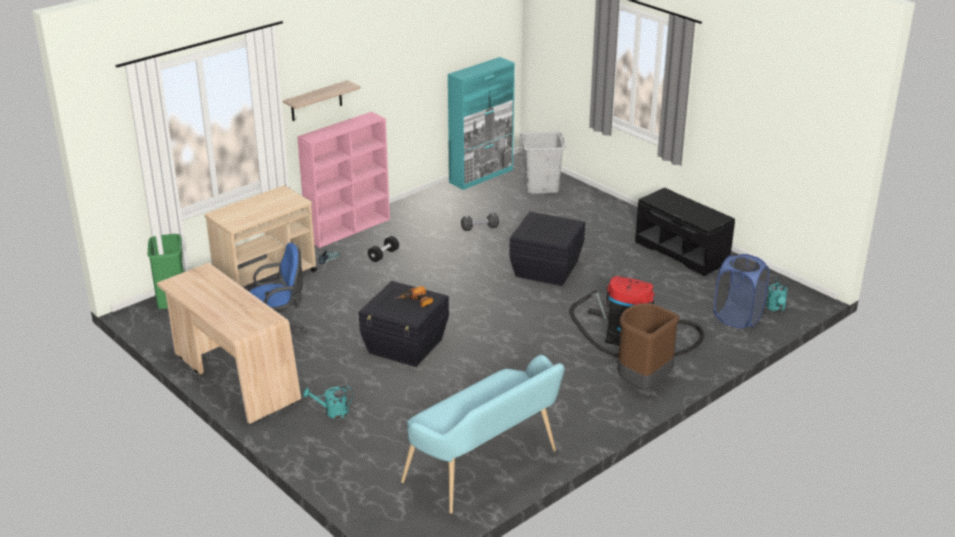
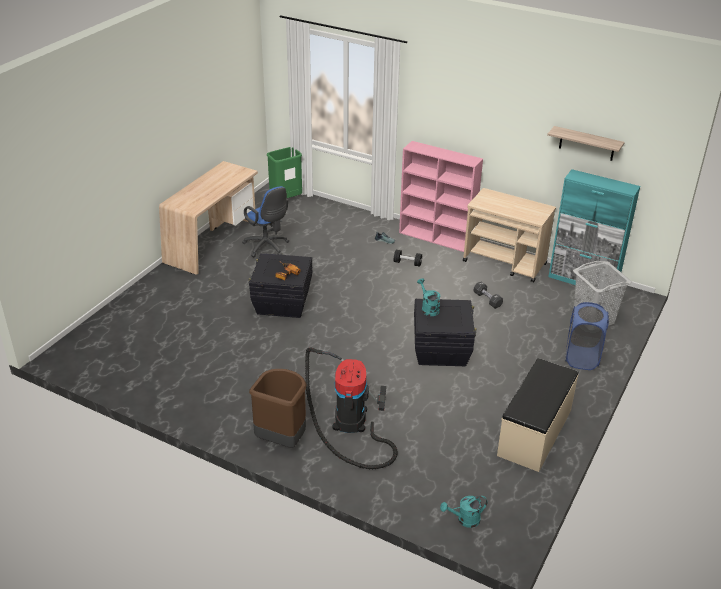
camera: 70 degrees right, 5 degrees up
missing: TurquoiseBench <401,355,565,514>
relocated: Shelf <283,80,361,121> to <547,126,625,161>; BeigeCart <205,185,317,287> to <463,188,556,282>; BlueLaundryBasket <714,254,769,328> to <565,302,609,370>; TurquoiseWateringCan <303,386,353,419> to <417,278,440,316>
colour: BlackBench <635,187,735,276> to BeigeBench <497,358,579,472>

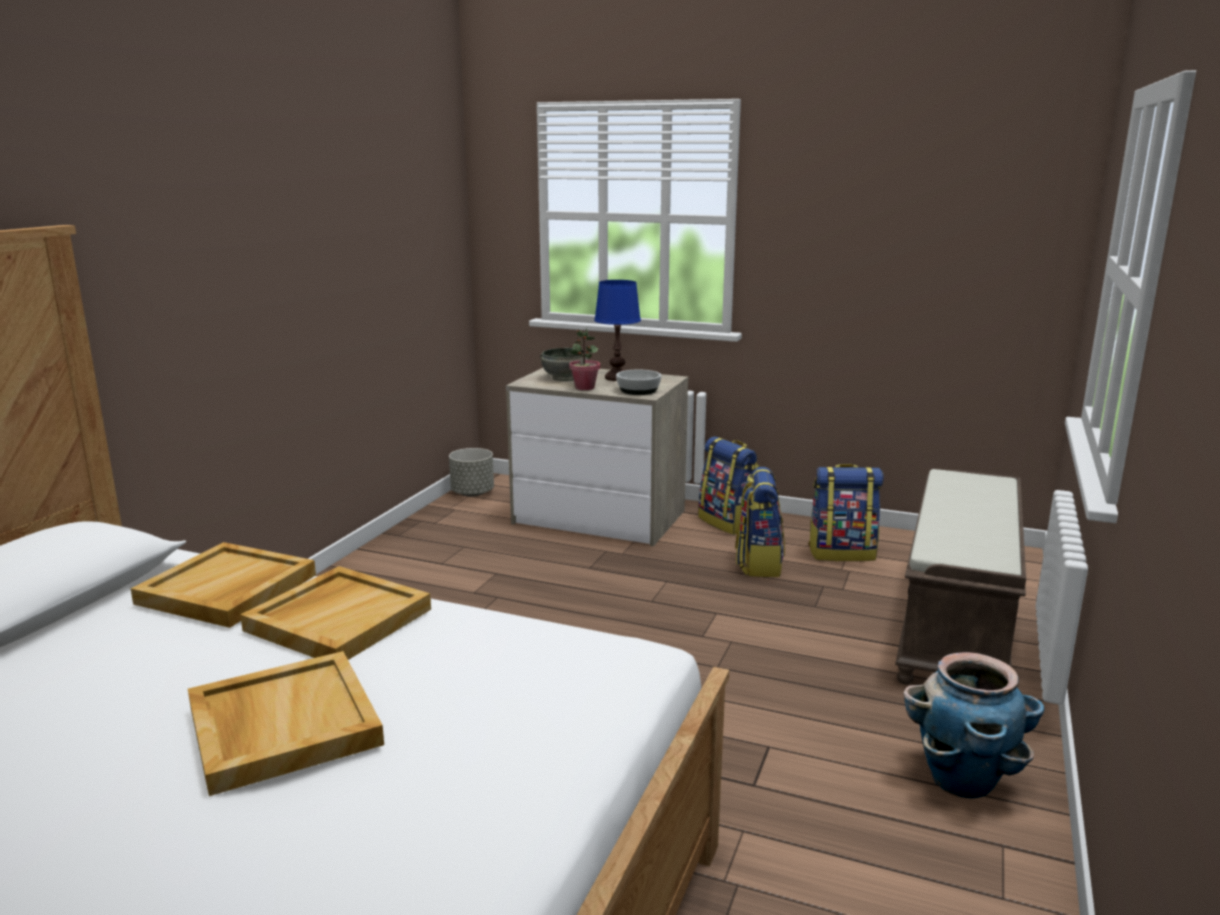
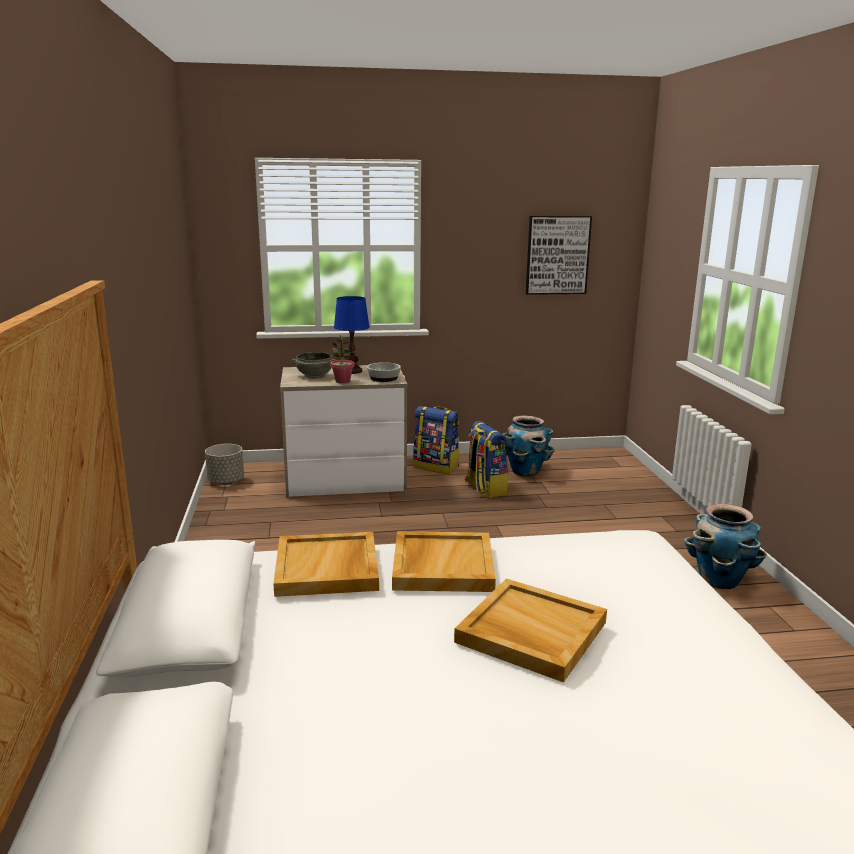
camera: 30 degrees left, 0 degrees up
missing: BrownBench <895,469,1026,685>
appeared: Picture <526,216,592,295>
exchanged: Backpack <808,464,884,561> to Planter <501,415,555,477>

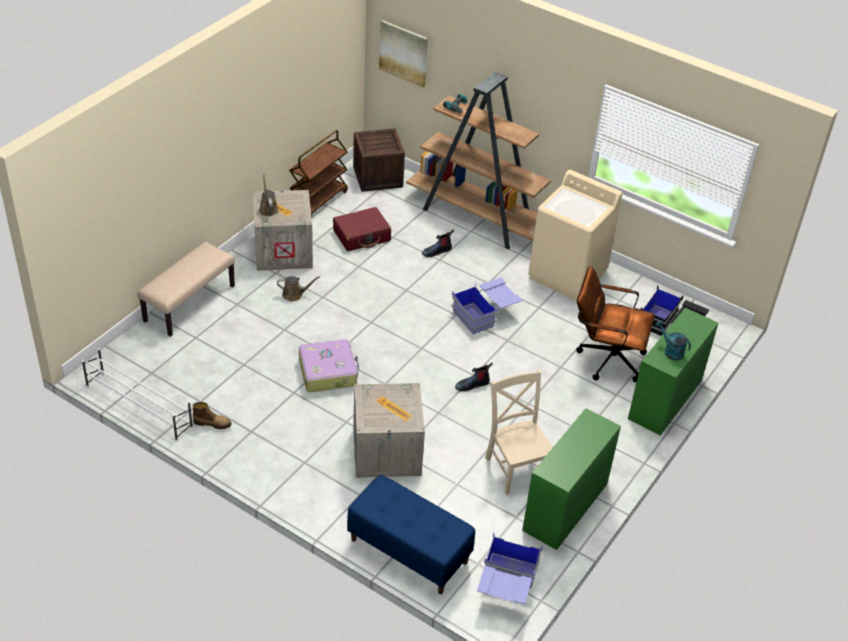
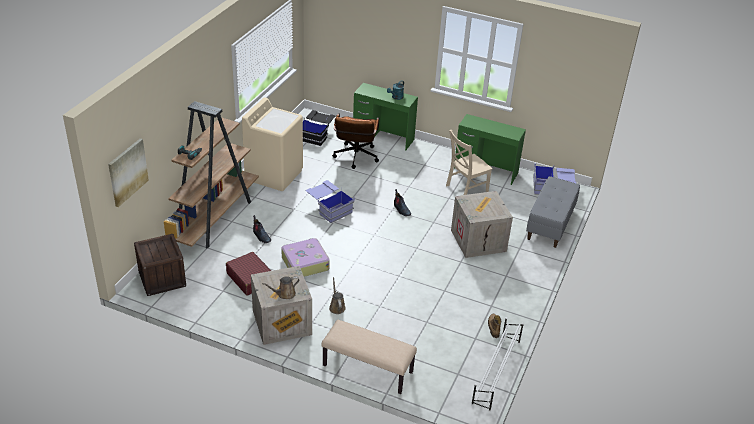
camera: 100 degrees left, 5 degrees down
missing: BrownCart <289,130,348,217>
relocated: Suitcase <299,339,359,392> to <281,238,330,277>
colour: BlueBench <347,475,475,594> to GreyBench <526,176,580,248>

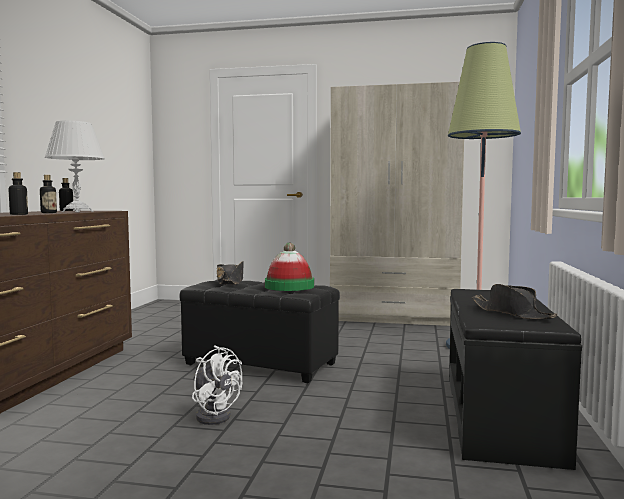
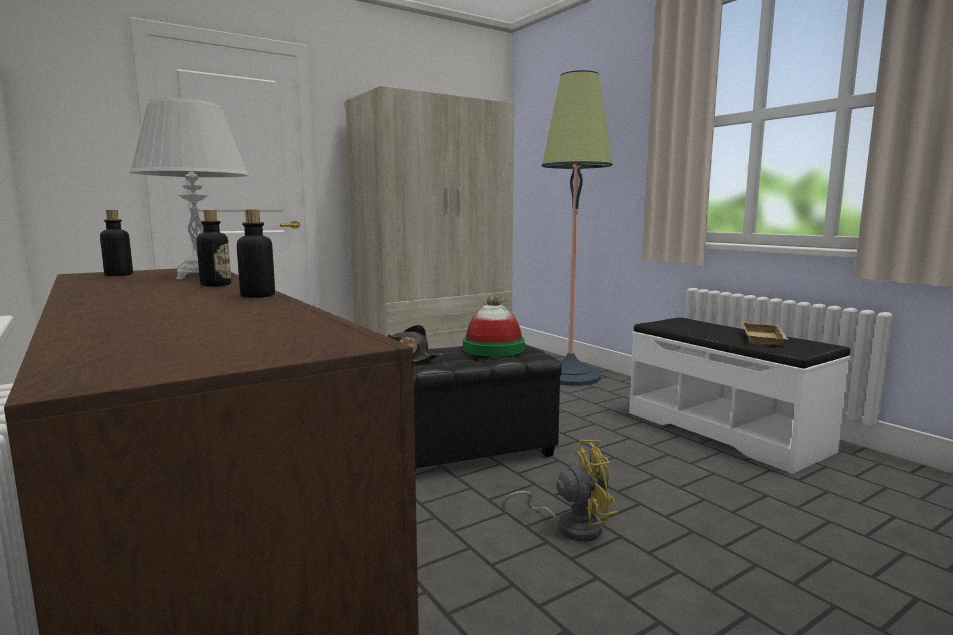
camera: 45 degrees left, 5 degrees up
exchanged: BlackHat <472,284,558,320> to BeigeTray <742,322,789,345>
colour: BlackBench <449,289,582,470> to WhiteBench <629,317,851,474>; WhiteFan <192,346,242,425> to YellowFan <503,439,618,542>

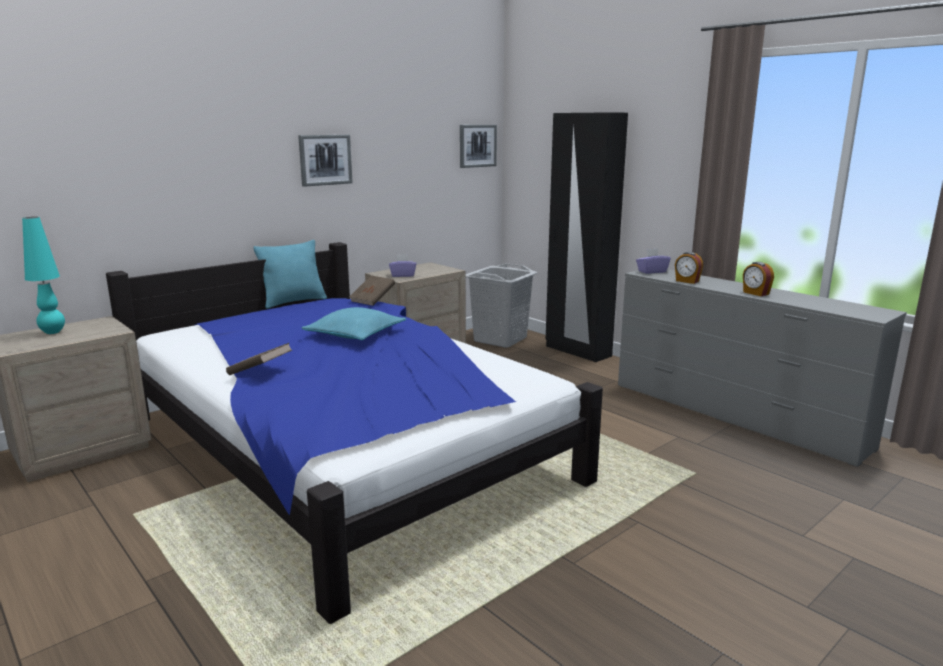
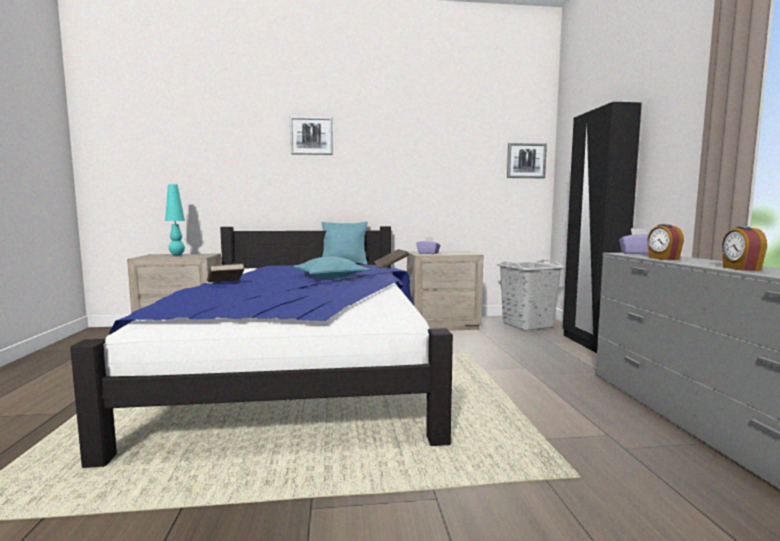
camera: 35 degrees right, 10 degrees down
relocated: Picture <298,135,352,187> to <290,116,333,155>

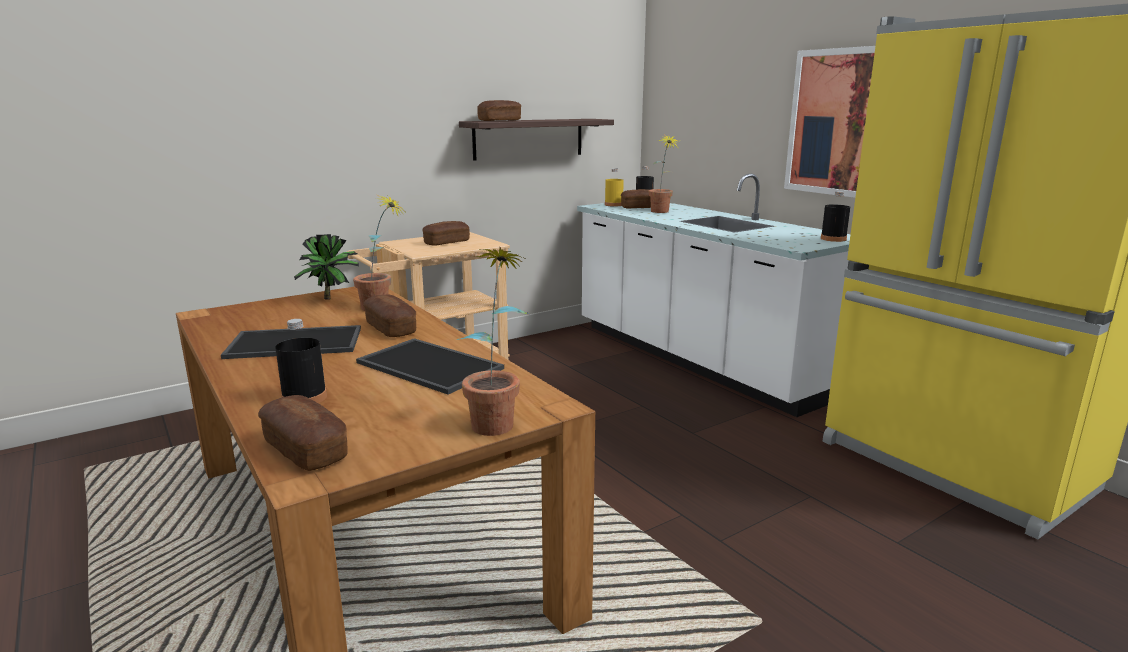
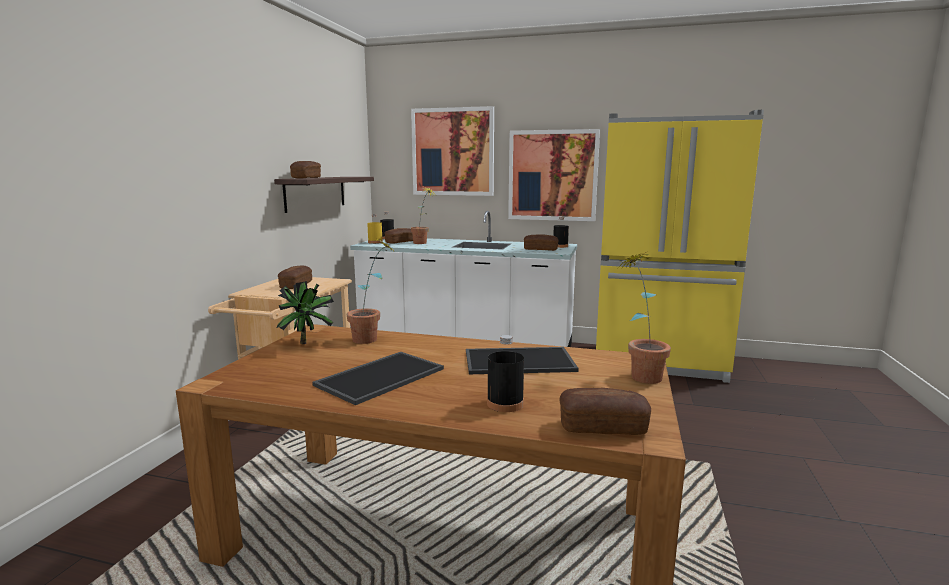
camera: 40 degrees left, 5 degrees down
appeared: Picture <411,106,494,196>
relocated: Bread <363,294,416,337> to <524,234,559,251>

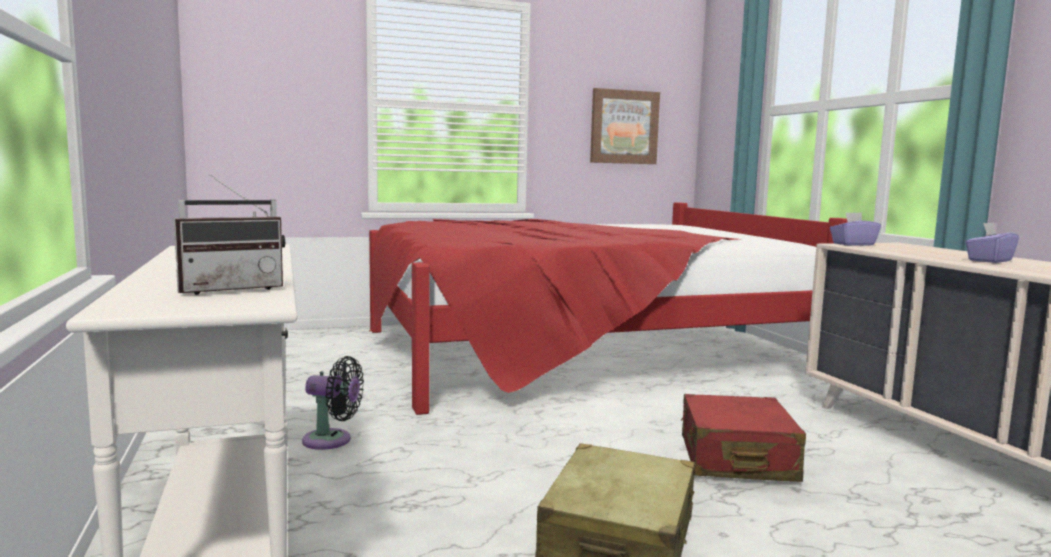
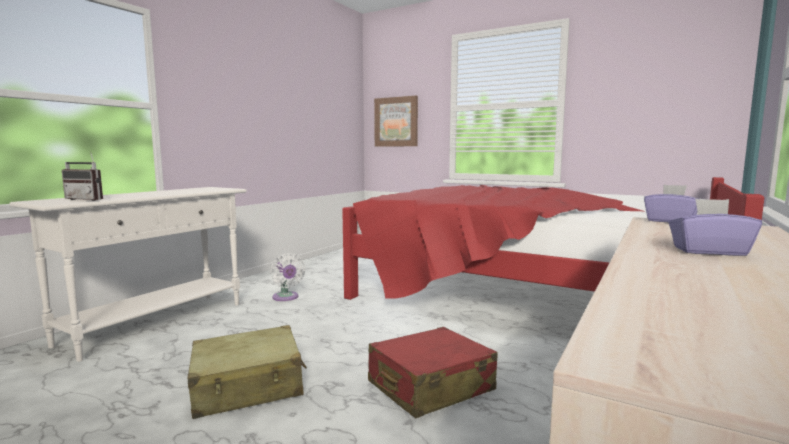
camera: 50 degrees right, 0 degrees up
relocated: Picture <590,88,660,164> to <374,96,418,147>
colour: BlackFan <302,356,364,450> to WhiteFan <270,253,305,301>

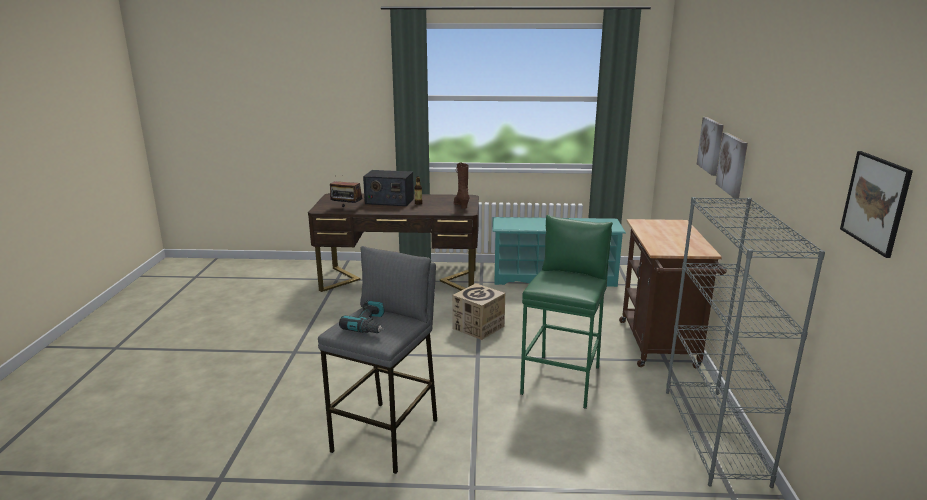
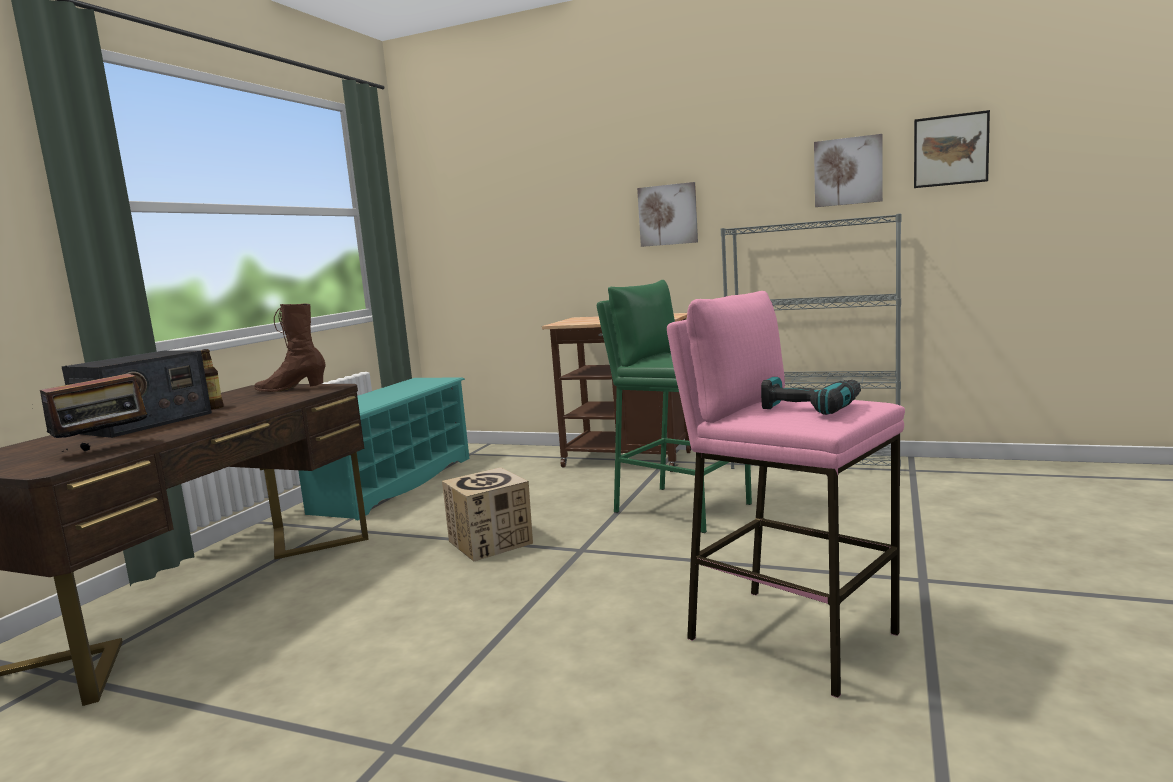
camera: 70 degrees left, 10 degrees down
relocated: Picture <697,117,724,176> to <814,134,883,207>
colour: GreyStool <318,246,437,474> to PinkStool <667,291,905,698>

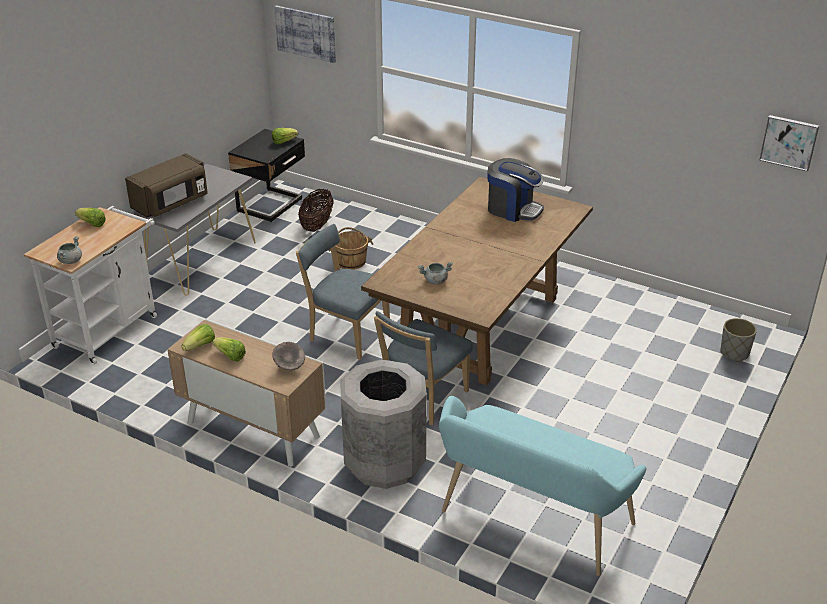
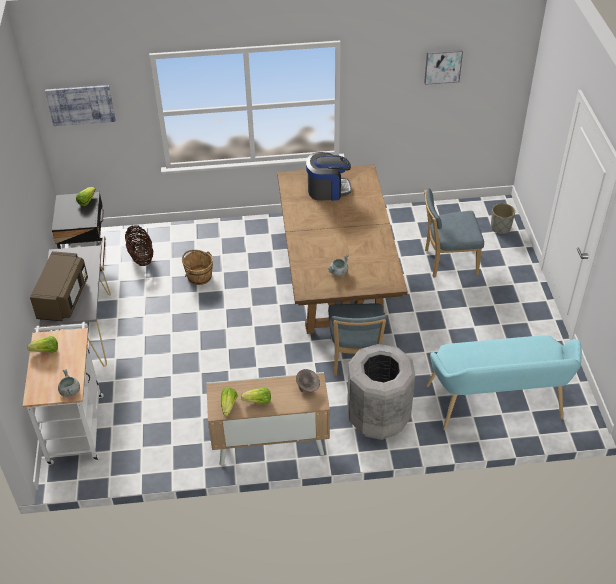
camera: 35 degrees left, 10 degrees up
relocated: Picture <759,115,819,172> to <424,49,463,85>; BlueChair <296,224,390,360> to <424,188,484,278>

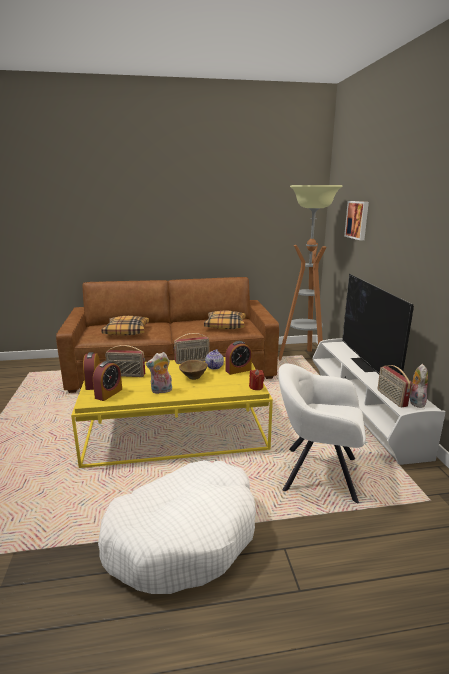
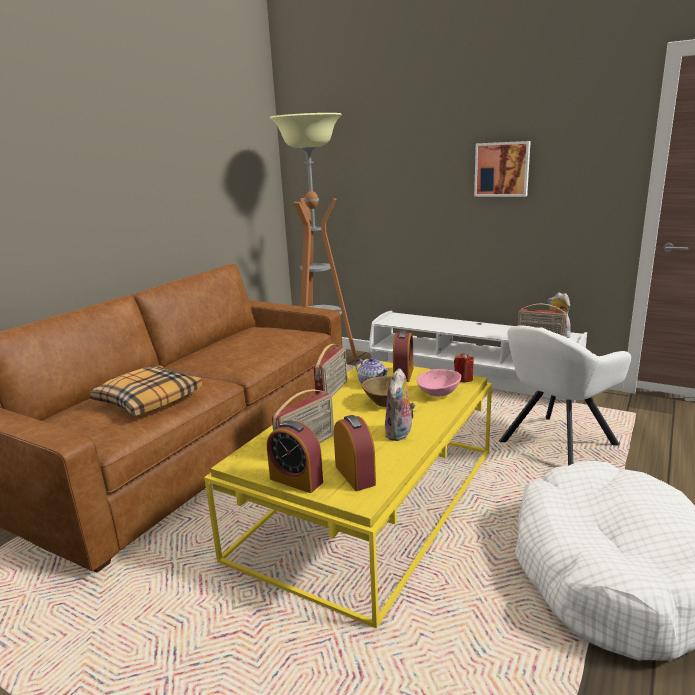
camera: 50 degrees left, 0 degrees up
missing: Television <342,274,414,376>; Pillow <204,311,246,329>
appeared: PinkBowl <417,369,461,396>
relocated: Picture <344,201,369,240> to <474,141,531,197>

